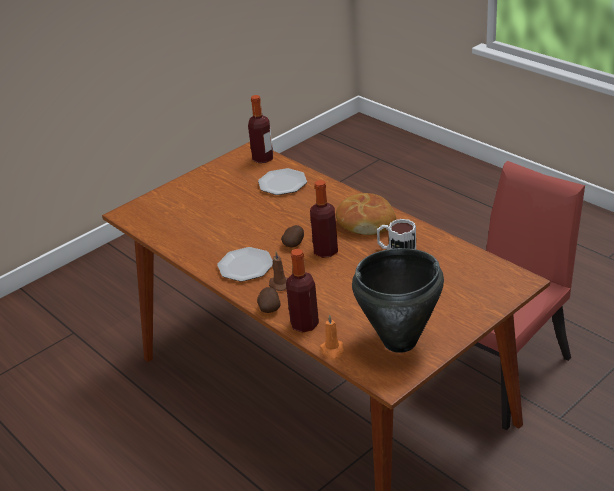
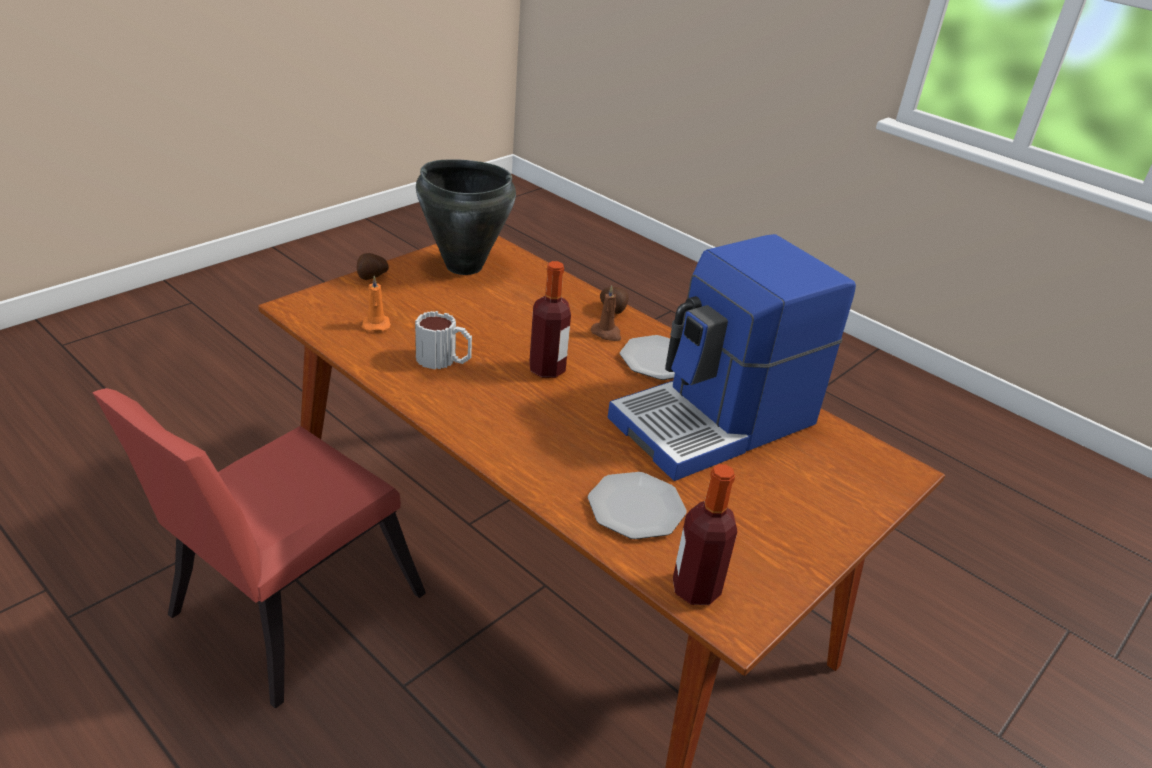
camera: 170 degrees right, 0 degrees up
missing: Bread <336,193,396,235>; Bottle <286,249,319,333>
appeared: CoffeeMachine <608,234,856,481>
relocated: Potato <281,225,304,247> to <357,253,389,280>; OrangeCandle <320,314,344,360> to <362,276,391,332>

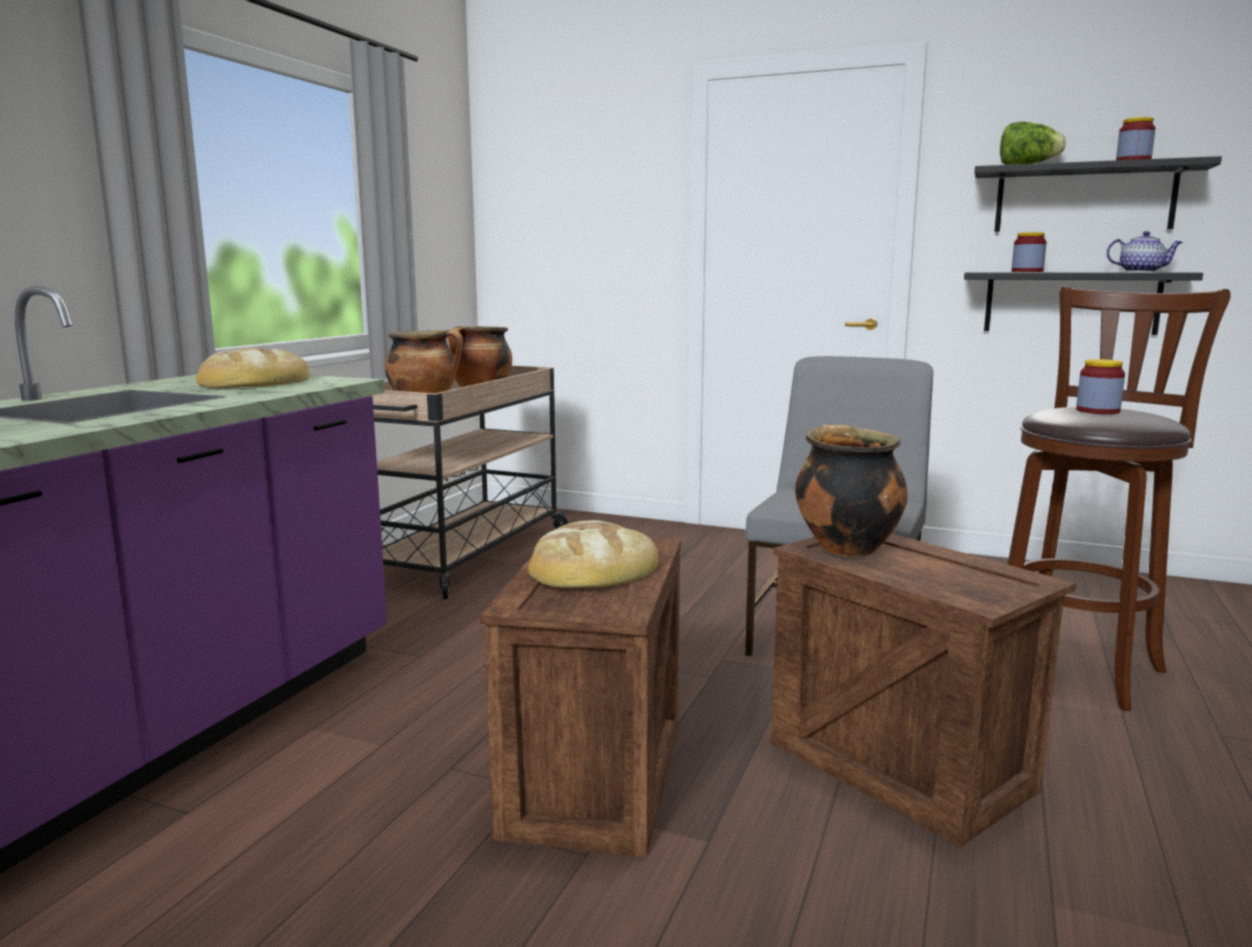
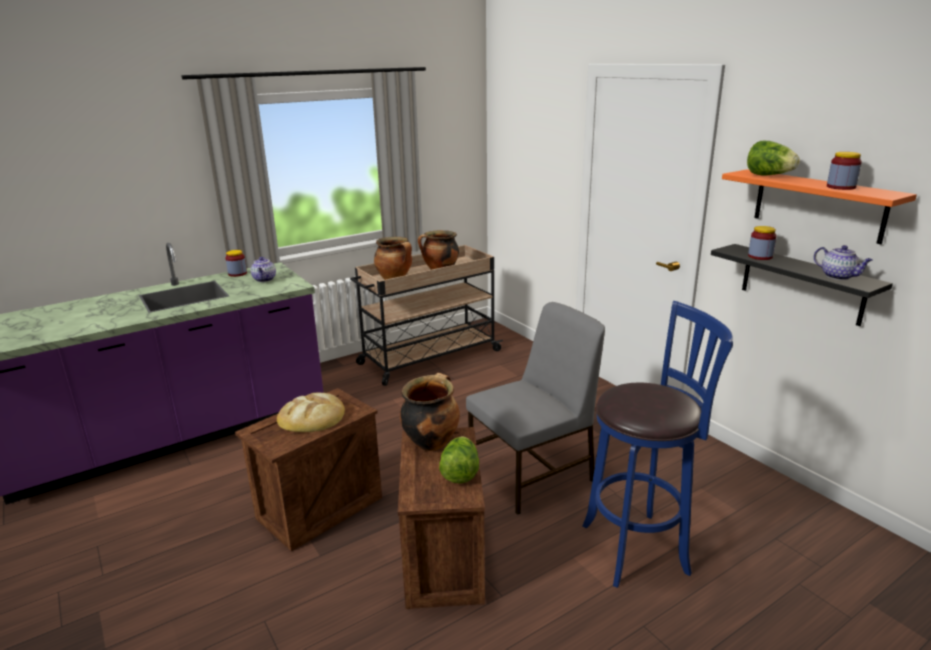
camera: 35 degrees right, 10 degrees up
appeared: Lettuce <439,436,479,484>
relocated: Jar <1076,359,1125,414> to <225,250,247,277>
exchanged: Bread <196,347,309,388> to Teapot <251,257,276,282>
colour: BlackShelf <975,156,1222,232> to OrangeShelf <722,169,917,244>; BrownStool <1008,287,1230,711> to BlueStool <582,301,733,588>

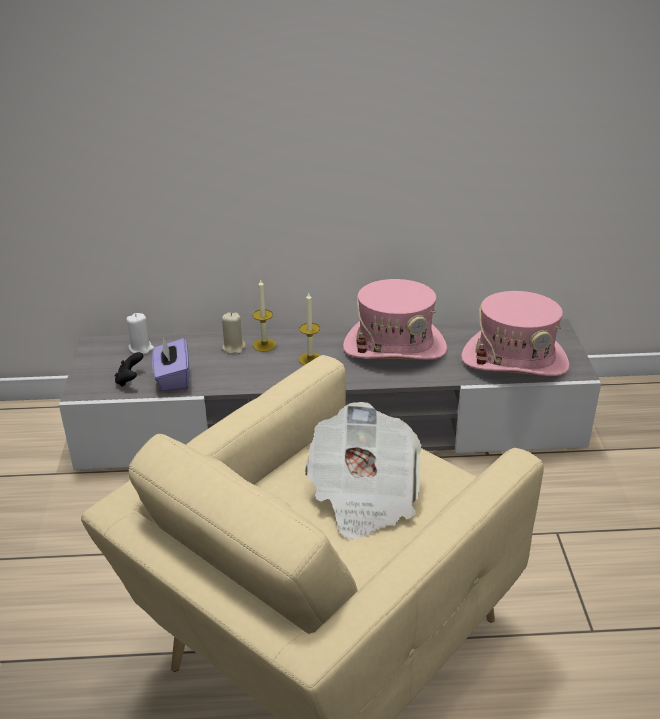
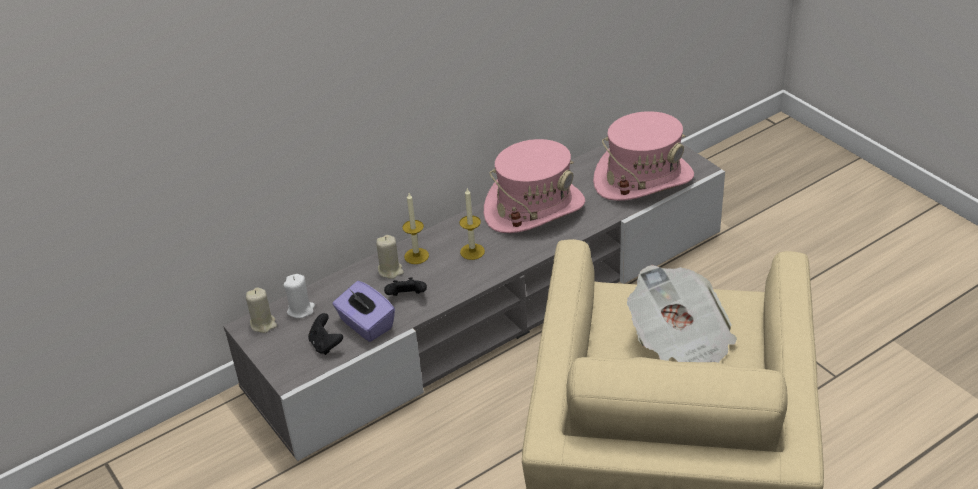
camera: 30 degrees left, 5 degrees up
appeared: BlackGameController <384,277,427,296>; BeigeCandle <246,287,277,333>

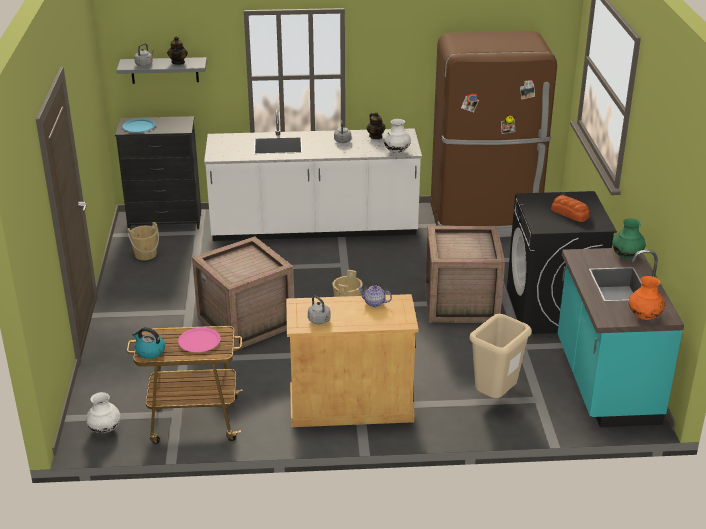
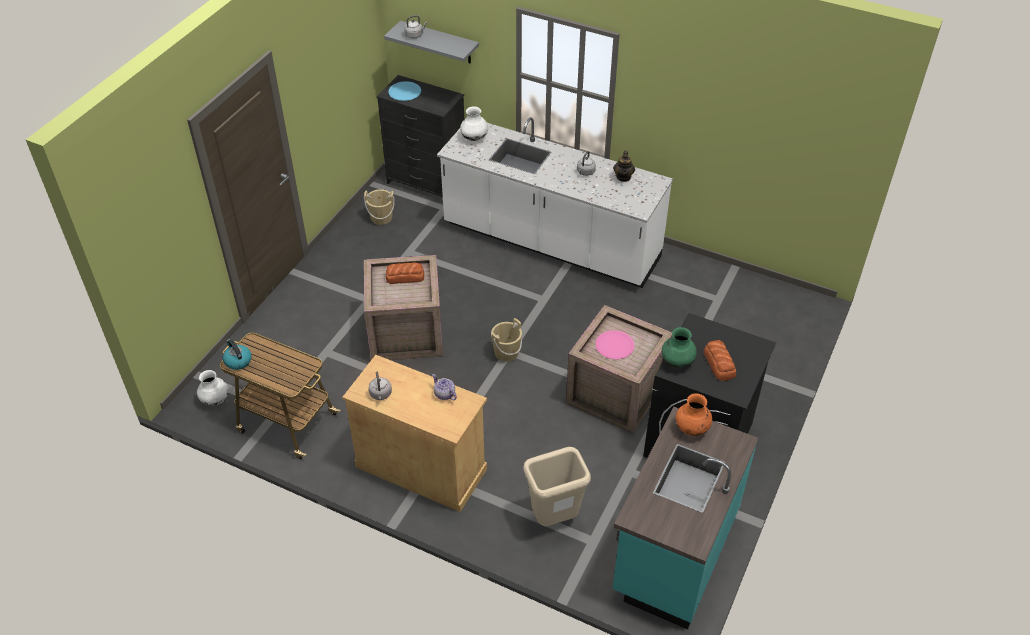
camera: 30 degrees right, 15 degrees up
missing: BrownFridge <431,31,557,237>; Teapot <167,36,188,65>
appeared: Bread <386,262,424,284>
relocated: WhiteVase <384,119,411,153> to <460,106,488,141>; GreenVase <612,219,646,259> to <662,327,697,367>; OrangeVase <629,276,665,320> to <676,393,712,436>; PinkPlate <178,327,221,352> to <595,330,634,359>

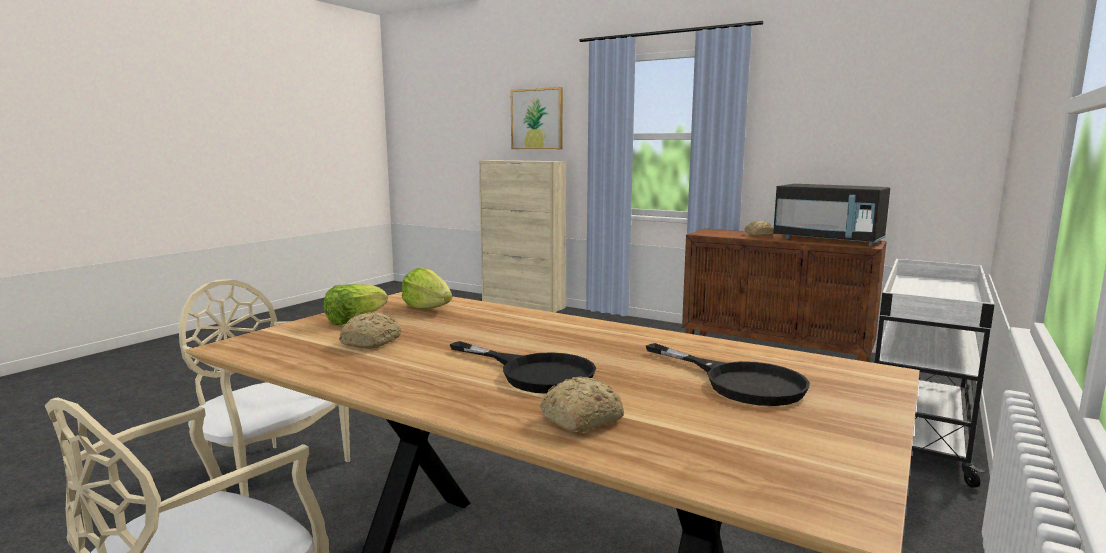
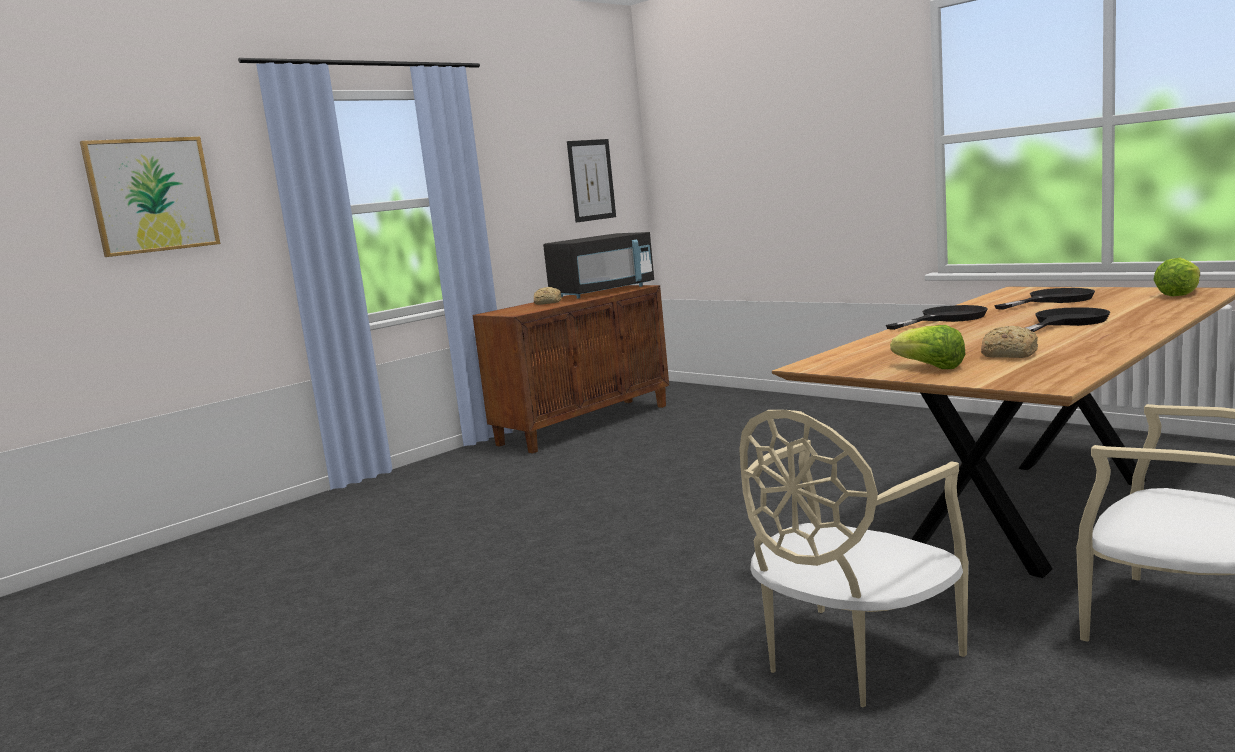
camera: 75 degrees left, 0 degrees up
missing: BeigeCabinet <479,160,566,313>; WhiteCart <875,259,994,488>; Bread <540,376,624,433>
appeared: Picture <567,139,616,223>; BlackFryingPan <886,305,987,330>
relocated: Lettuce <402,268,452,309> to <1153,258,1200,296>

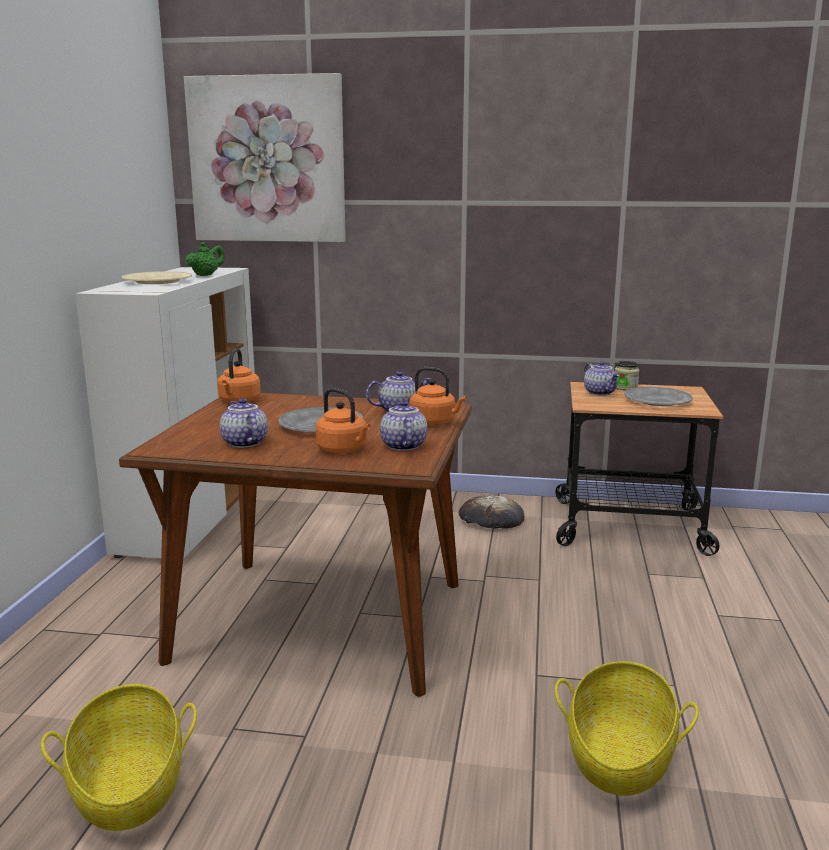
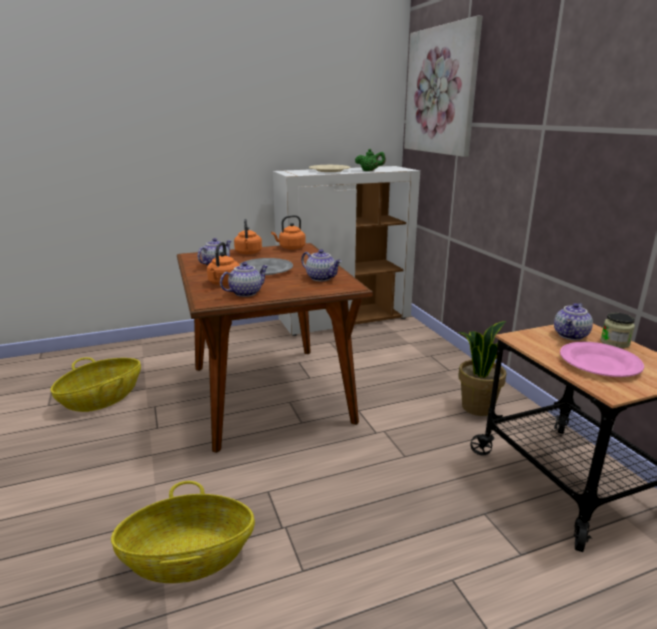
camera: 60 degrees right, 5 degrees up
relocated: OrangeKettle <409,367,466,425> to <234,219,262,255>
exchanged: Bread <459,495,524,529> to PottedPlant <458,321,507,416>
colour: GreyPlate <625,387,693,406> to PinkPlate <560,342,644,377>

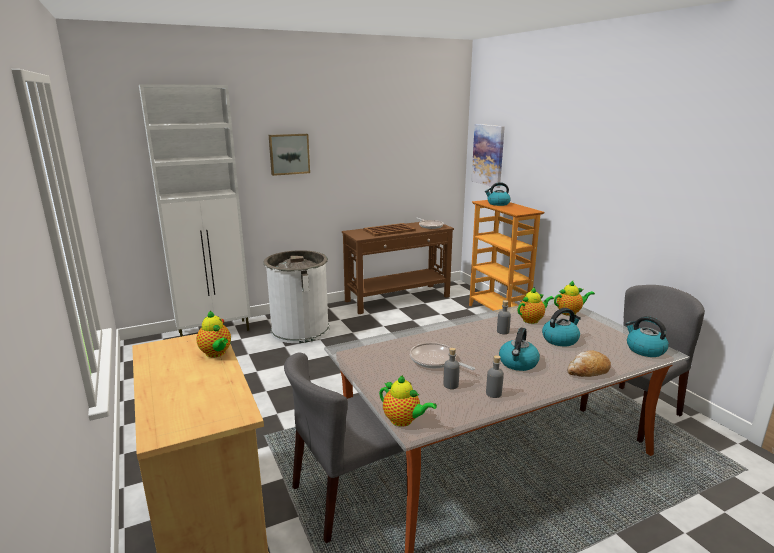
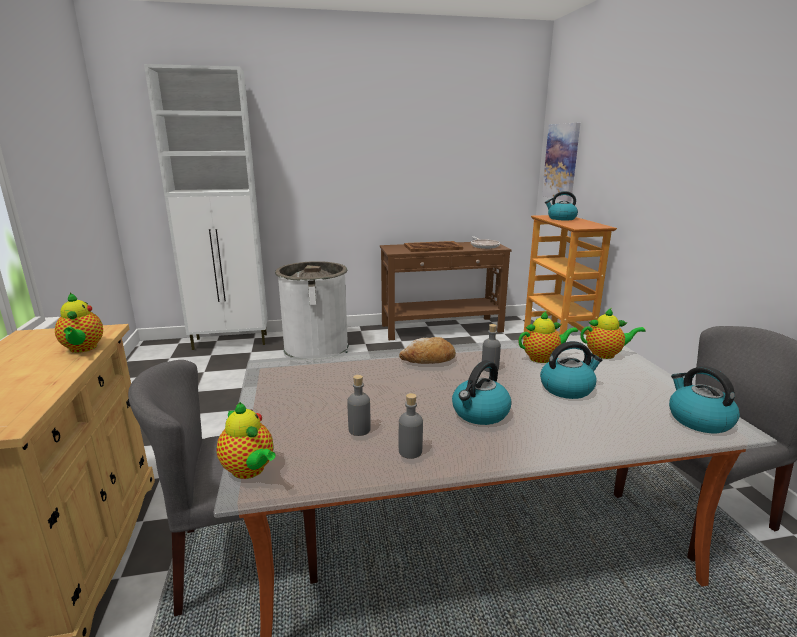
camera: 15 degrees right, 0 degrees up
missing: Picture <269,134,310,176>; FryingPan <410,343,475,370>
relocated: Bread <567,350,611,377> to <399,337,456,364>

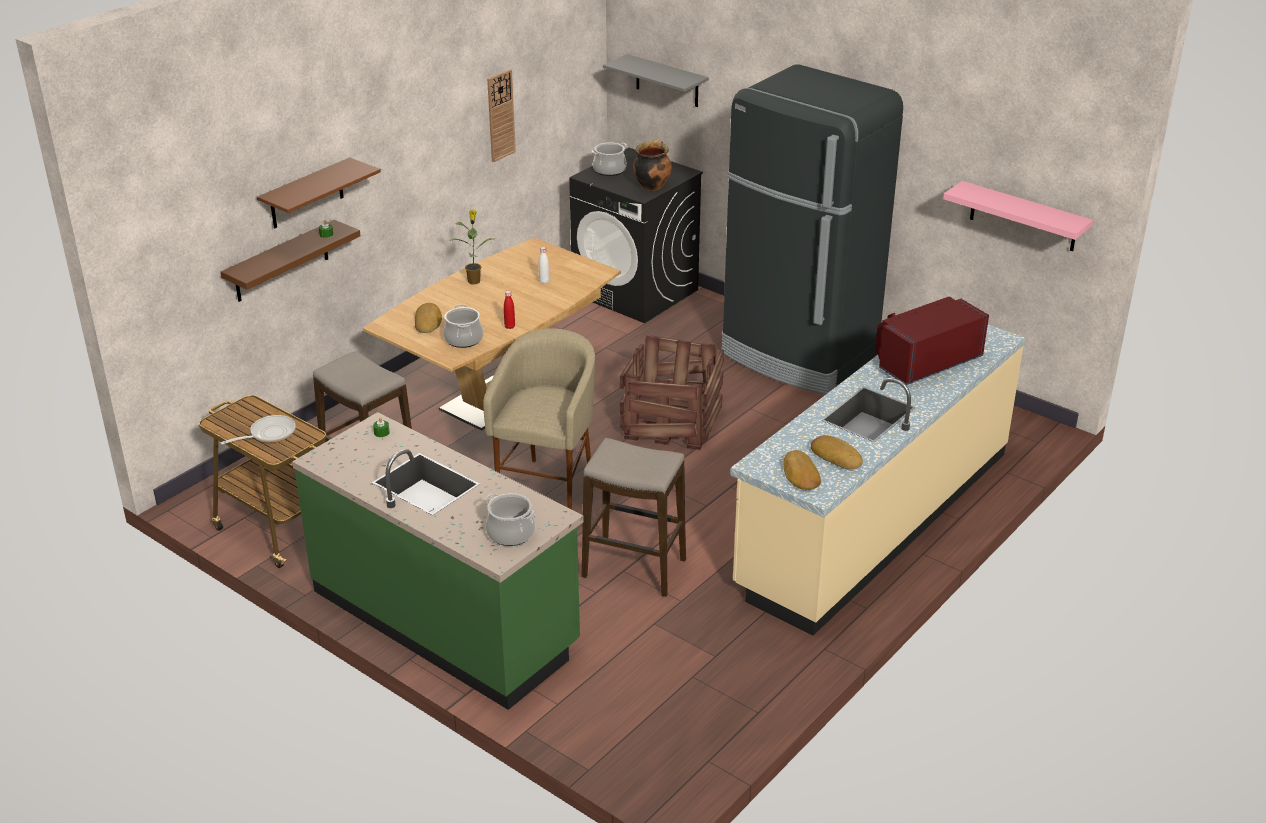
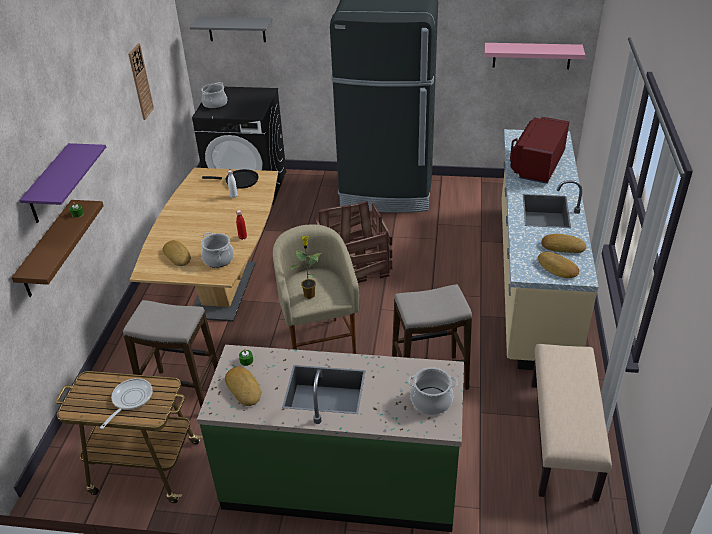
camera: 30 degrees left, 5 degrees up
missing: CookingPot <633,140,672,191>
appeared: BlackFryingPan <202,169,259,189>; BeigeBench <531,344,612,502>; Bread <225,366,261,406>
relocated: PottedPlant <449,210,494,285> to <291,236,321,299>
colour: BrownShelf <257,157,381,228> to PurpleShelf <19,143,106,223>

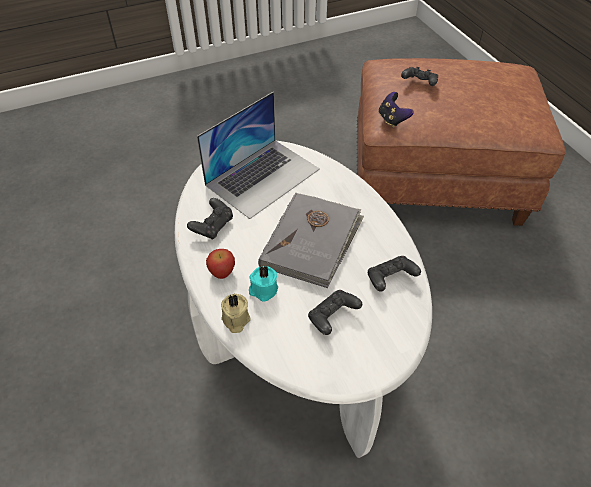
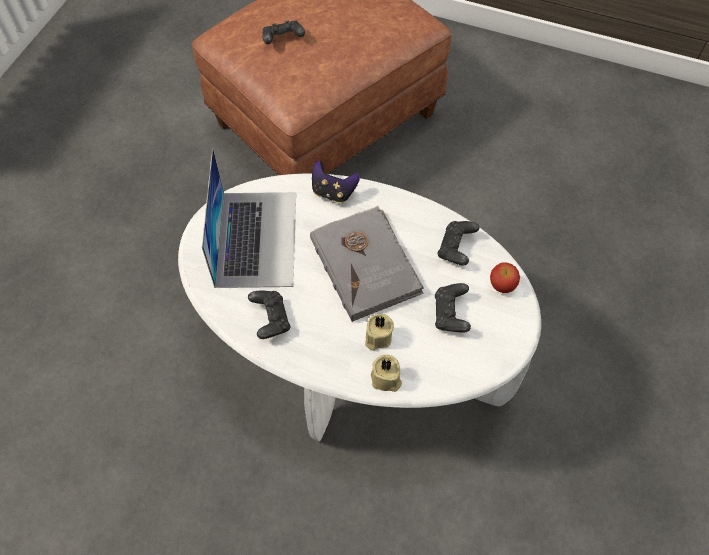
camera: 45 degrees left, 10 degrees up
relocated: GameController <378,92,414,128> to <312,161,360,203>; Apple <206,249,235,279> to <490,262,520,293>
colour: TurquoiseCandle <249,265,278,302> to BeigeCandle <365,314,394,350>

